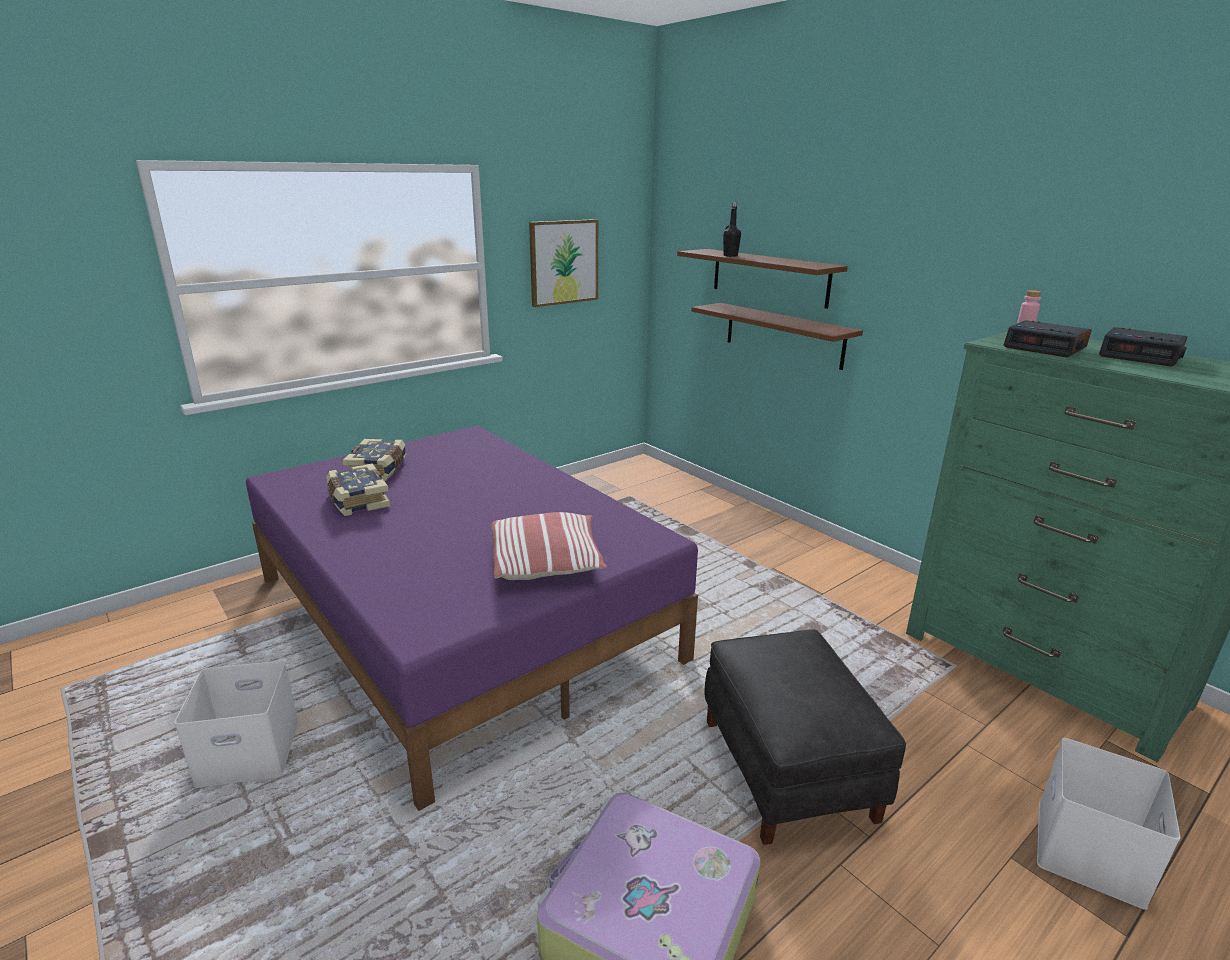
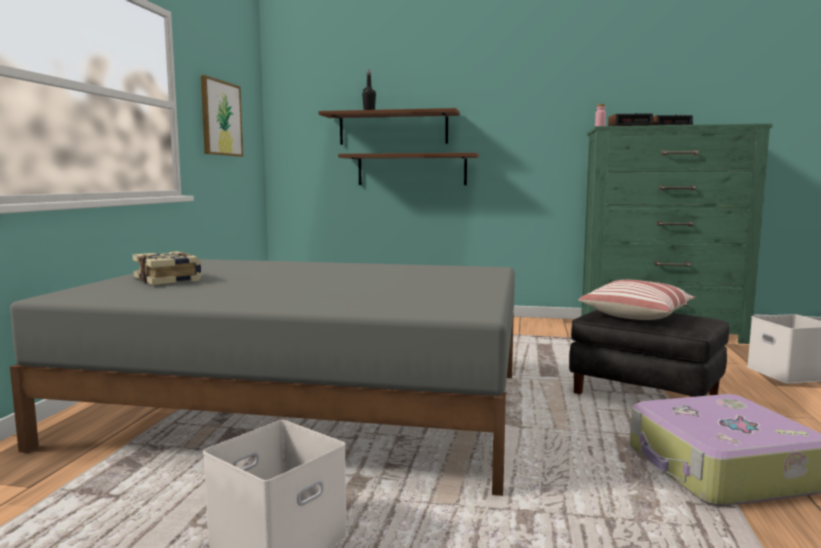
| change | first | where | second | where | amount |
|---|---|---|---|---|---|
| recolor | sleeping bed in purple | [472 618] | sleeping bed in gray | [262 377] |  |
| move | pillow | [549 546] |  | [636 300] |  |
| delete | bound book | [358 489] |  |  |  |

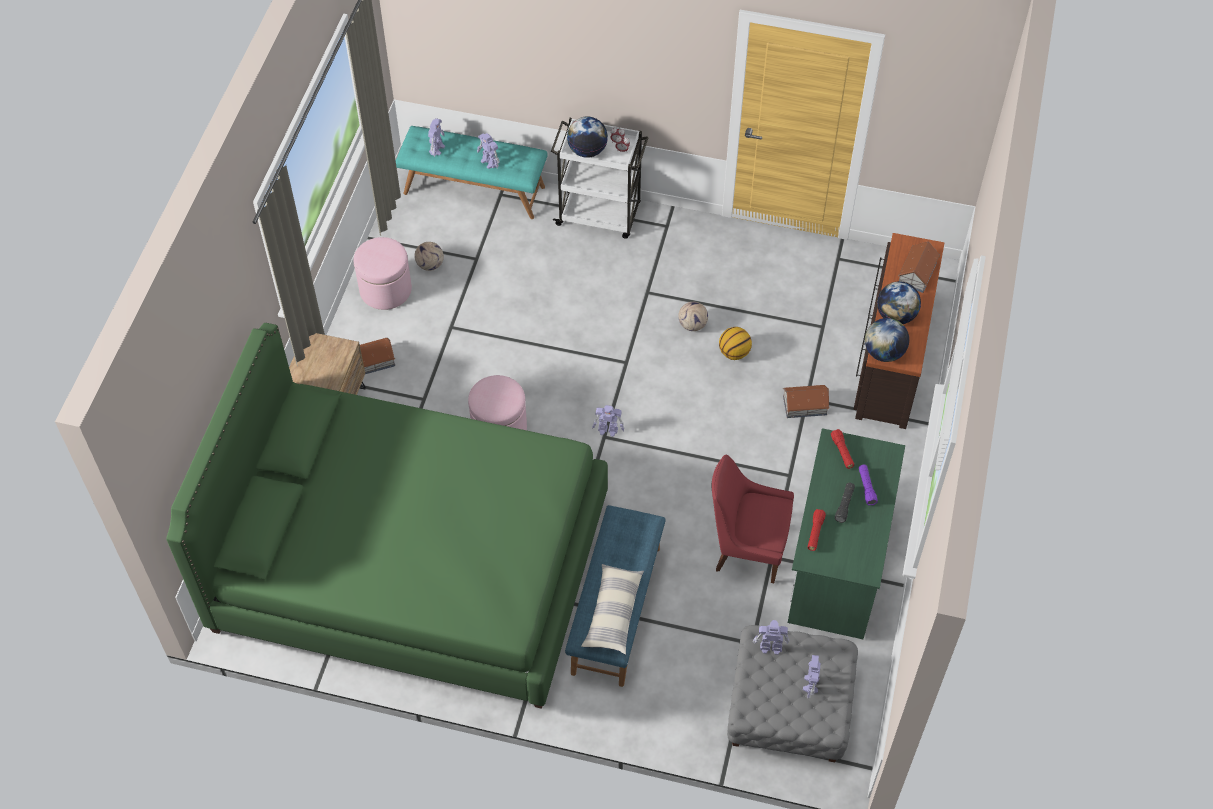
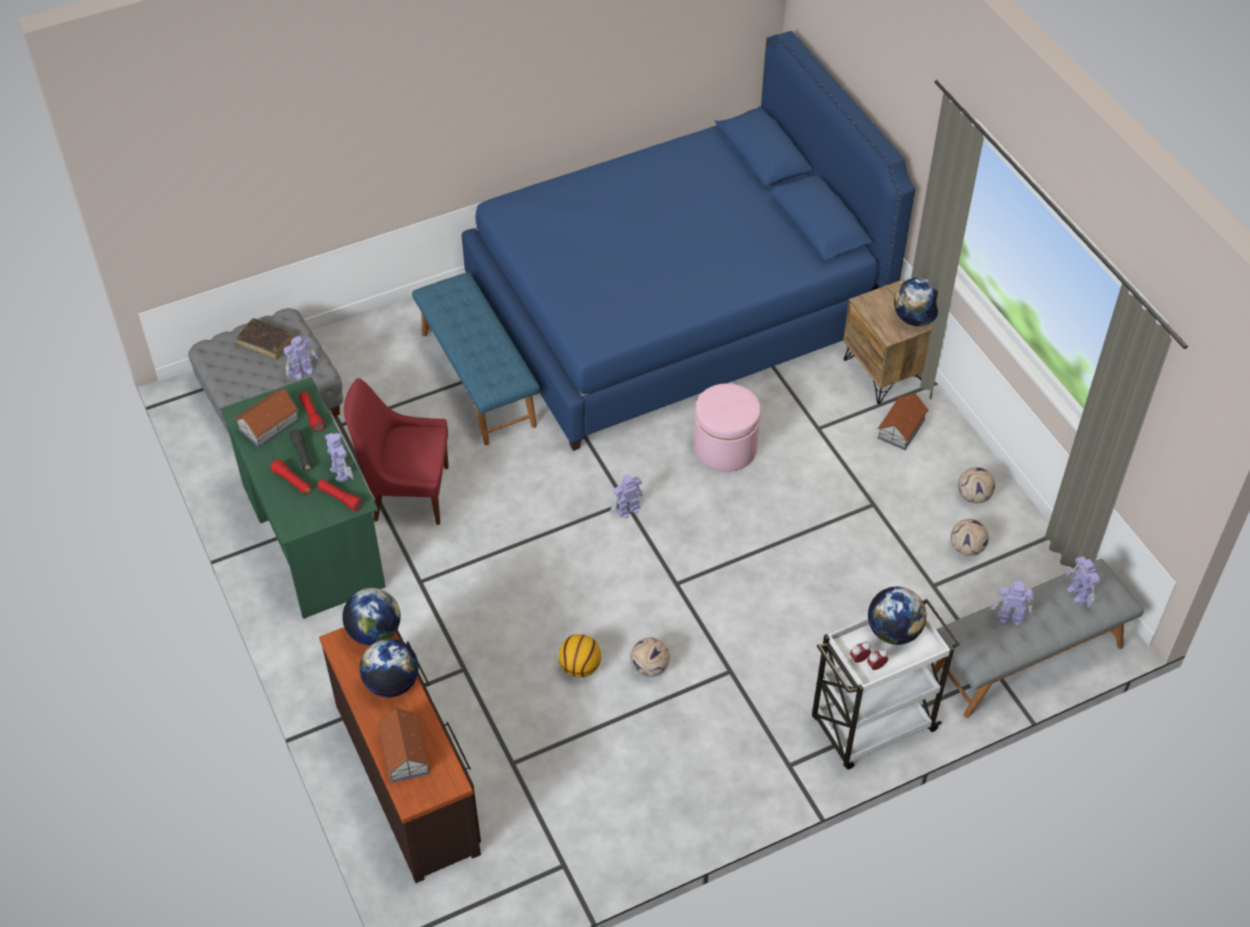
| change | first | where | second | where | amount |
|---|---|---|---|---|---|
| move | miniature house | [806 401] |  | [266 418] |  |
| insert |  |  | bound book in brownish | [265 339] |  |
| recolor | hand torch in purple | [868 485] | hand torch in red-coloured | [291 477] |  |
| move | toy robot | [812 677] |  | [339 457] |  |
| rotate | plain chair in red-coloured | [753 519] |  | [396 451] | 150 degrees counterclockwise |
| recolor | sleeping bed in greenish | [387 516] | sleeping bed in bluish | [688 241] |  |
| insert |  |  | globe | [916 301] |  |
| recolor | bench in blue-green | [472 172] | bench in gray | [1038 638] |  |
| replace | footrest in pinkish | [382 273] | football ball | [976 485] |  |
| delete | pillow | [612 609] |  |  |  |

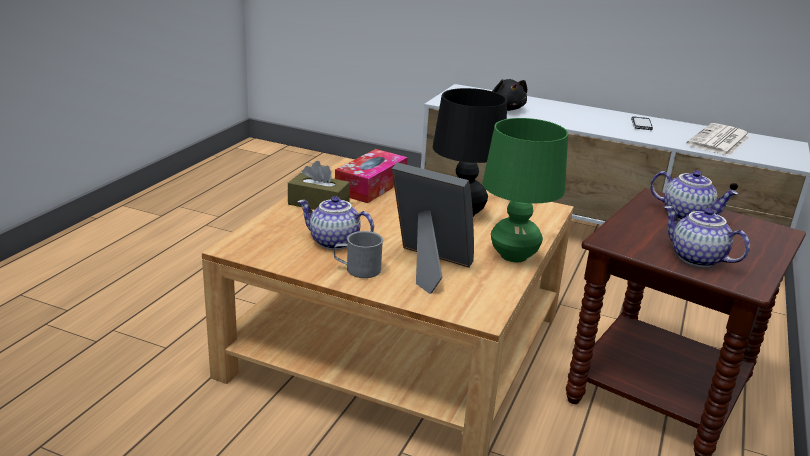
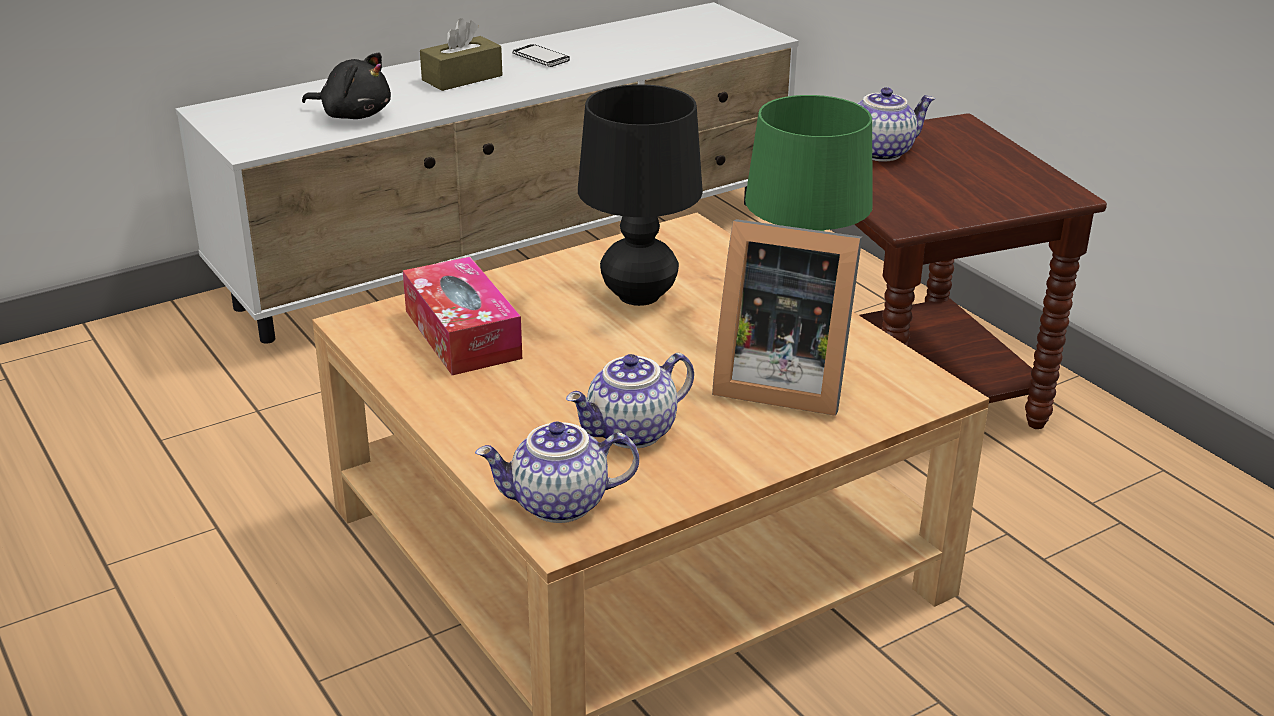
| change | first | where | second | where | amount |
|---|---|---|---|---|---|
| move | tissue box in brownish | [319 185] |  | [461 54] |  |
| move | pot for tea | [707 236] |  | [557 472] |  |
| rotate | picture frame | [433 228] |  | [787 317] | 135 degrees counterclockwise |
| delete | tea mug in gray | [358 254] |  |  |  |
| delete | daily paper | [719 139] |  |  |  |

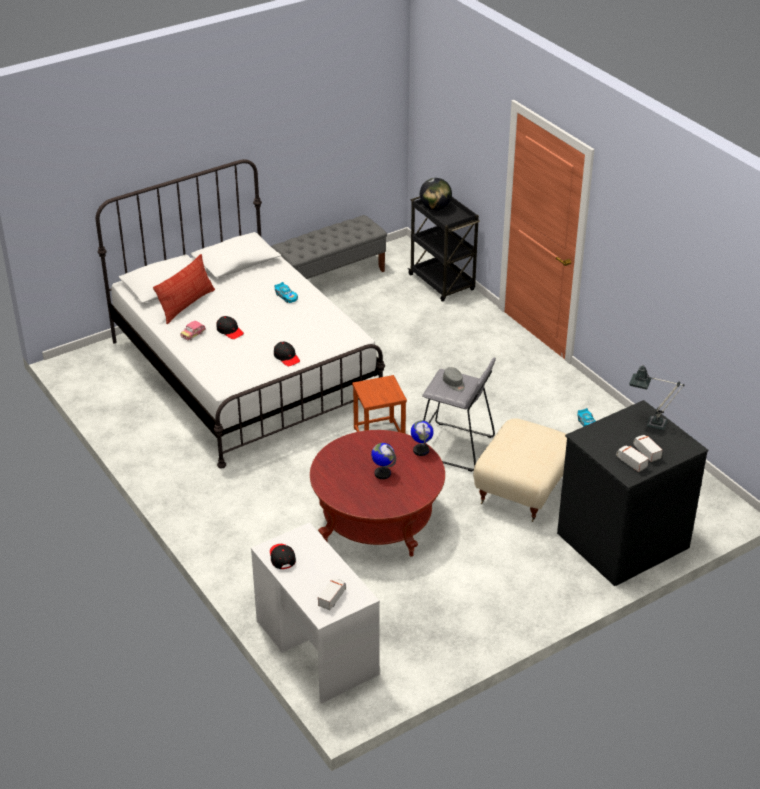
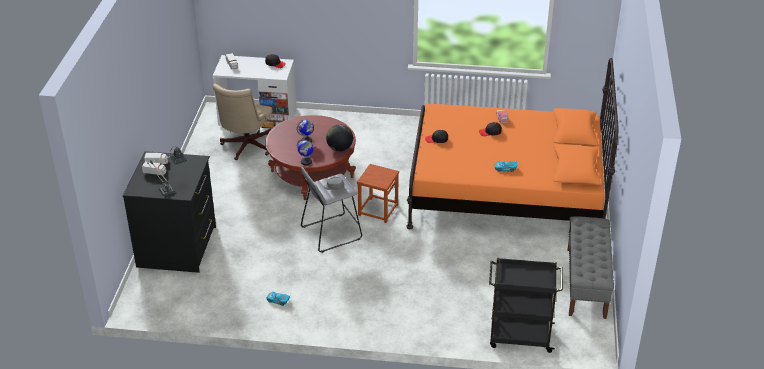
| change | first | where | second | where | amount |
|---|---|---|---|---|---|
| insert |  |  | computer chair in beige | [242 122] |  |
| move | globe | [436 194] |  | [339 137] |  |
| recolor | sleeping bed in whitish | [240 314] | sleeping bed in orangey | [512 143] |  |
| delete | pillow | [184 289] |  |  |  |
| delete | footrest in beige | [520 470] |  |  |  |

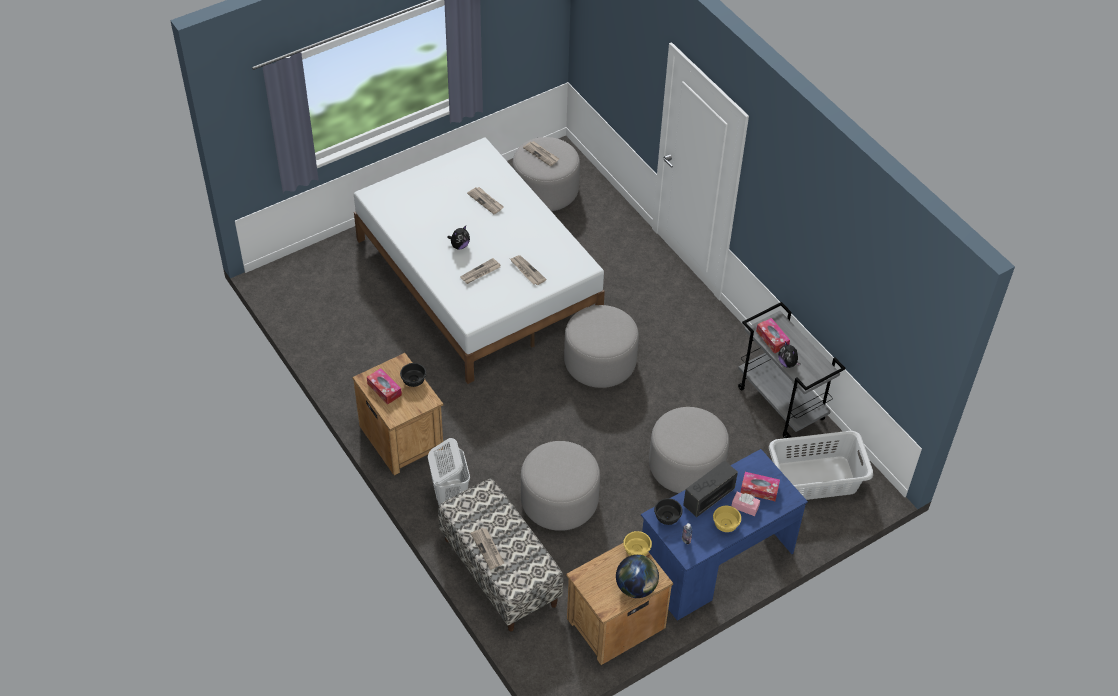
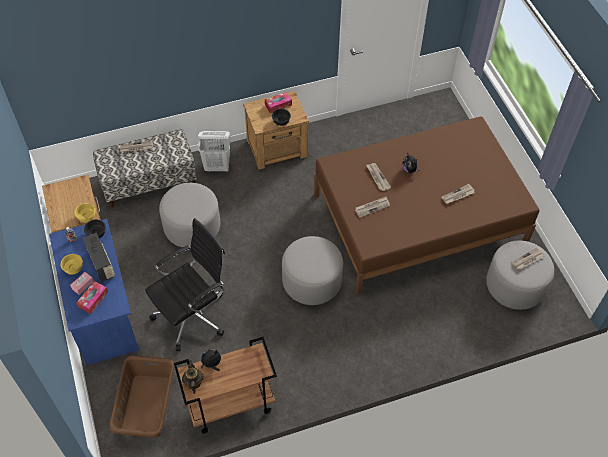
| change | first | where | second | where | amount |
|---|---|---|---|---|---|
| recolor | laundry basket in gray | [821 465] | laundry basket in brownish | [142 396] |  |
| replace | footrest in gray | [689 450] | computer chair in blackish | [185 284] |  |
| recolor | cart in gray | [791 370] | cart in brownish | [225 385] |  |
| insert |  |  | pot for tea | [193 377] |  |
| recolor | sleeping bed in whitish | [479 261] | sleeping bed in brownish | [427 205] |  |
| delete | globe | [637 576] |  |  |  |
| delete | tissue box | [773 336] |  |  |  |

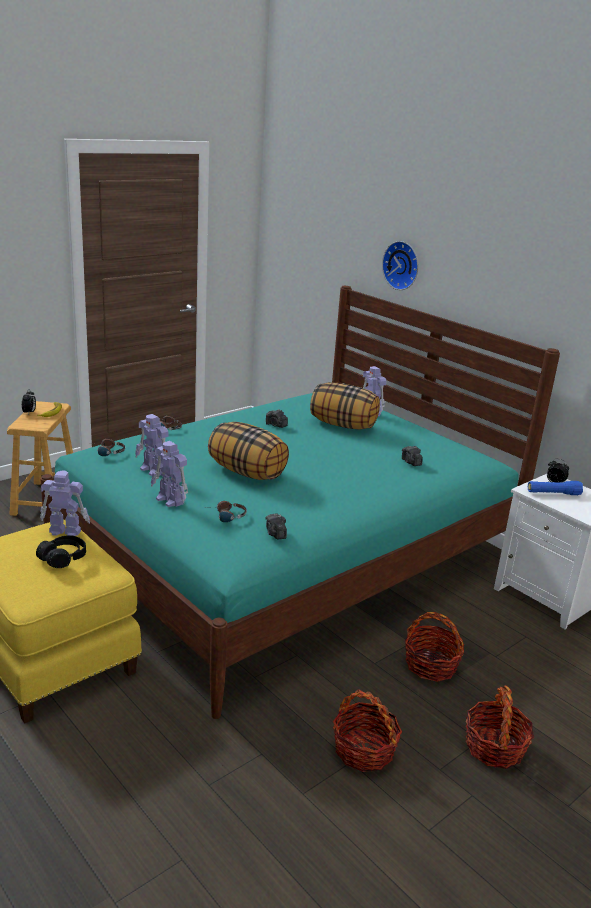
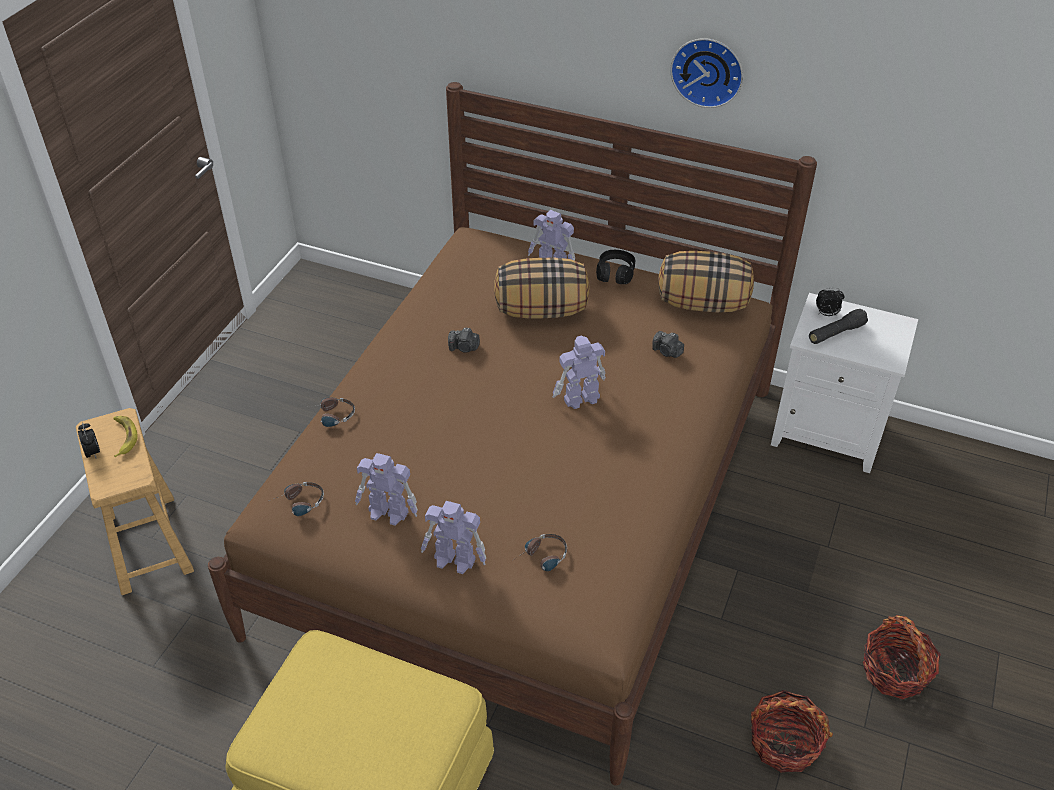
| change | first | where | second | where | amount |
|---|---|---|---|---|---|
| recolor | sleeping bed in blue-green | [300 502] | sleeping bed in brownish | [512 434] |  |
| move | toy robot | [65 503] |  | [579 372] |  |
| move | headset in blackish | [61 551] |  | [615 267] |  |
| move | pillow | [248 451] |  | [706 281] |  |
| move | wall clock | [400 265] |  | [706 73] |  |
| recolor | hand torch in bluish | [555 488] | hand torch in blackish | [838 326] |  |
| delete | photo camera | [276 526] |  |  |  |
| delete | household basket | [434 647] |  |  |  |

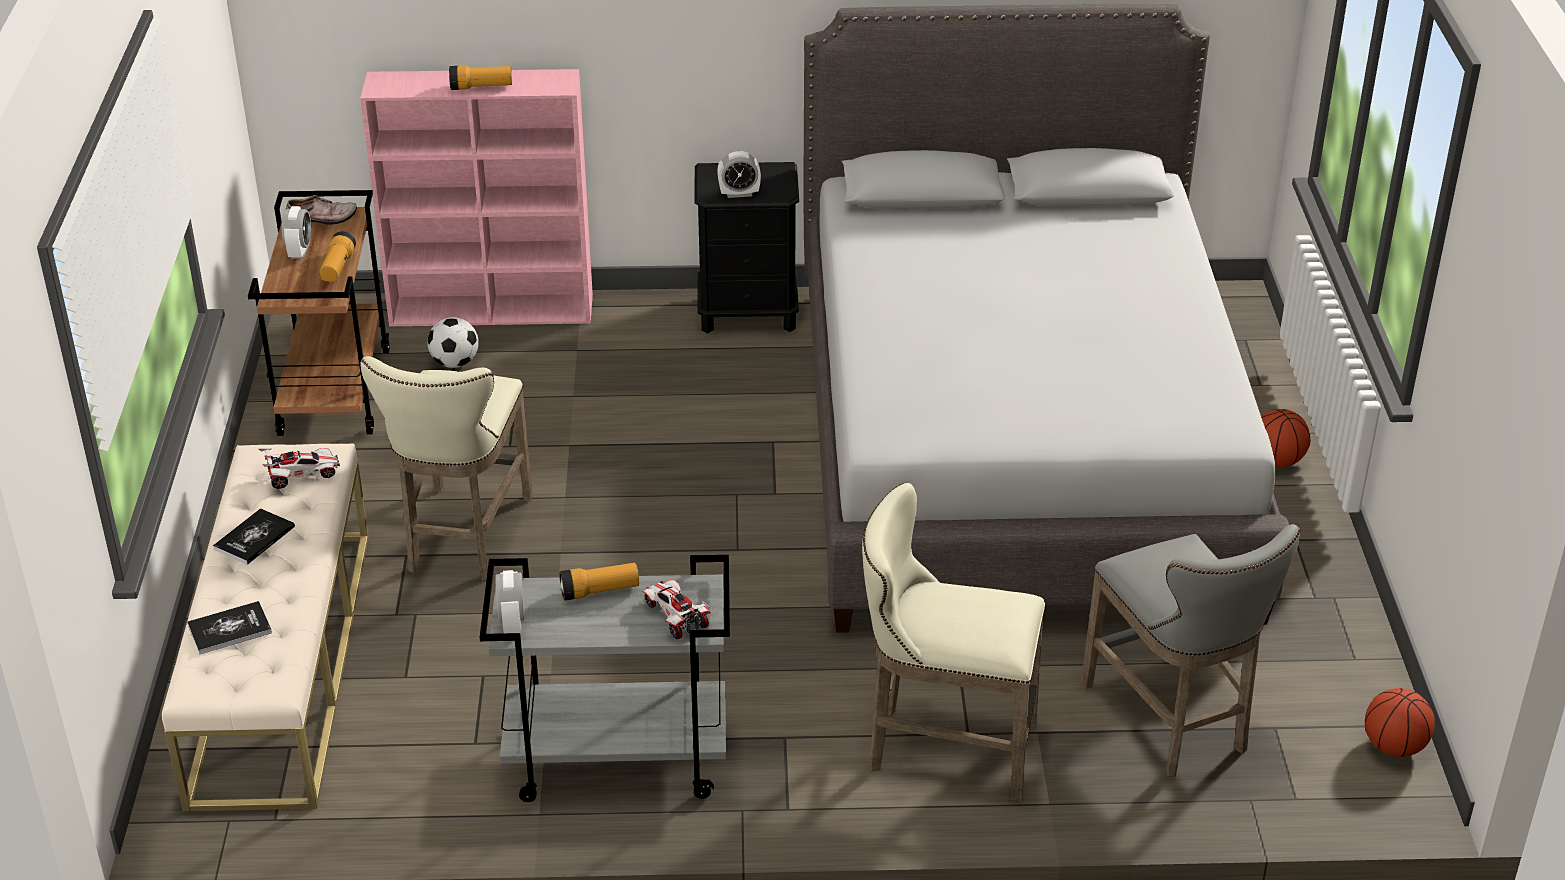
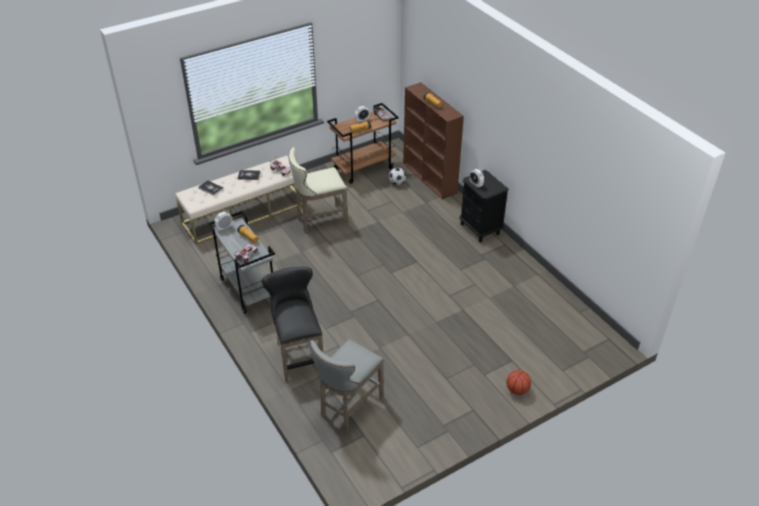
| change | first | where | second | where | amount |
|---|---|---|---|---|---|
| recolor | sitting stool in beige | [953 642] | sitting stool in blackish | [292 325] |  |
| recolor | bookcase in pinkish | [476 197] | bookcase in brownish | [433 140] |  |
| delete | sleeping bed in gray | [1046 318] |  |  |  |
| delete | basketball | [1400 722] |  |  |  |

